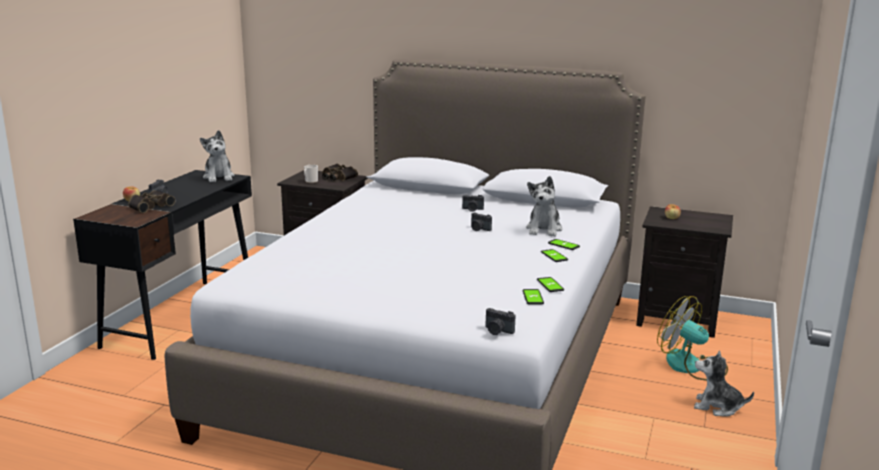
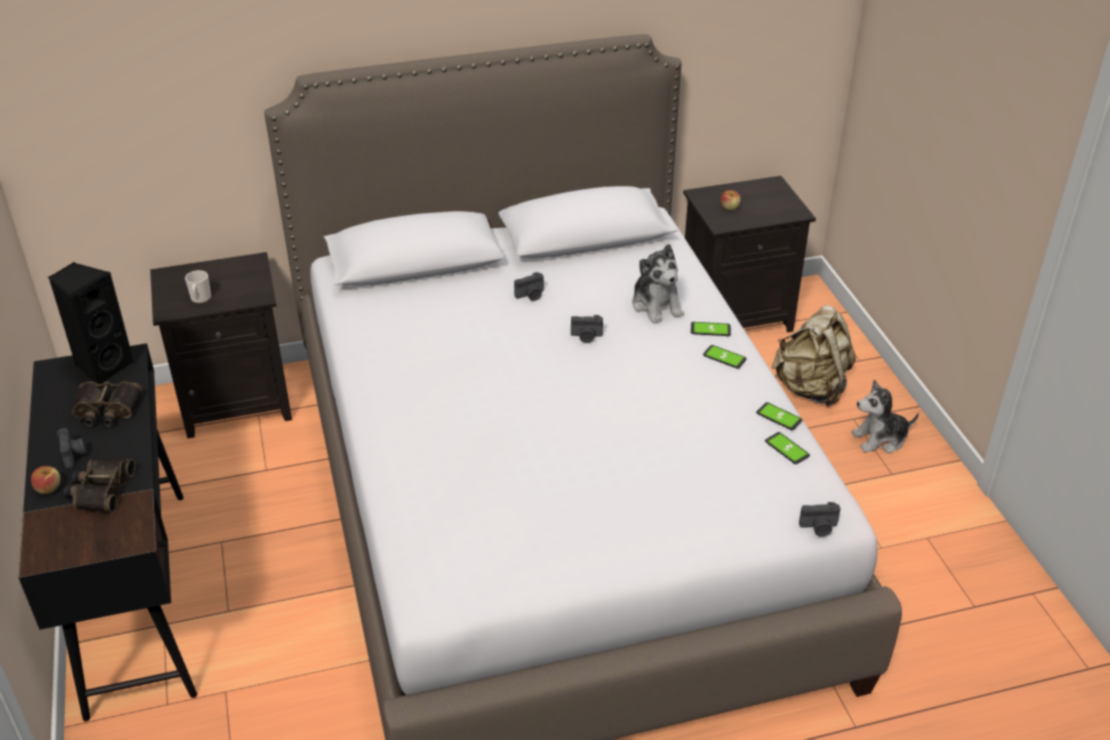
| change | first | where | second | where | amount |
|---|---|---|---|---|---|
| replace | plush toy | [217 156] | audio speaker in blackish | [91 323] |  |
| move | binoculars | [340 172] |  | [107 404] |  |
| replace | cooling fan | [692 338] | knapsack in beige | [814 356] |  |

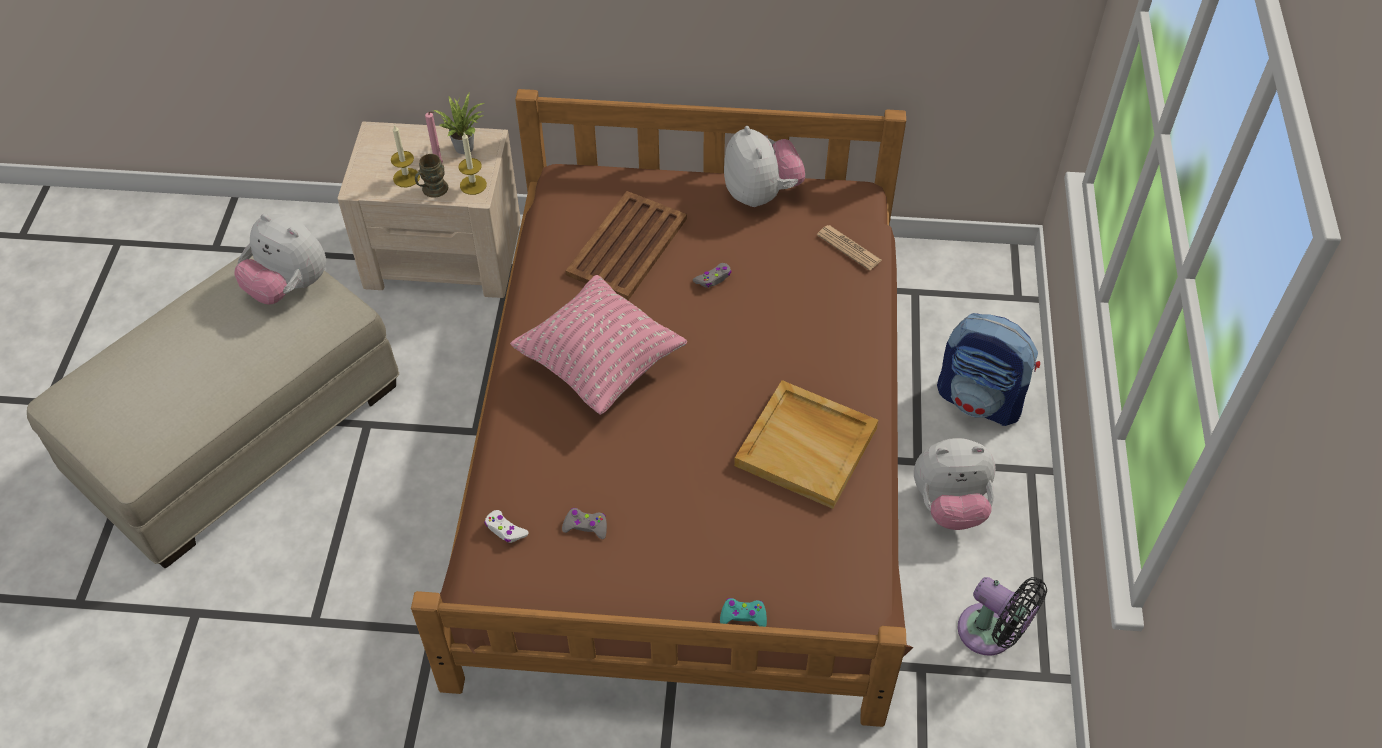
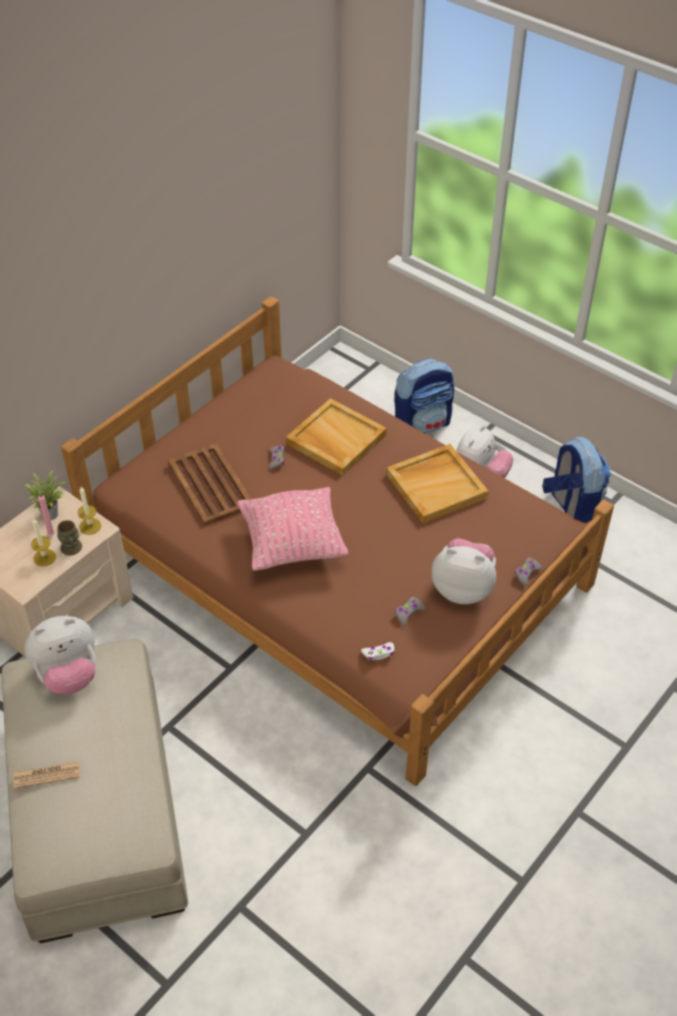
| change | first | where | second | where | amount |
|---|---|---|---|---|---|
| move | daily paper | [849 247] |  | [46 775] |  |
| insert |  |  | serving tray in beige | [336 437] |  |
| move | plush toy | [764 166] |  | [463 571] |  |
| recolor | joypad in blue-green | [743 612] | joypad in gray | [528 571] |  |
| replace | cooling fan in blackish | [1002 616] | knapsack | [576 480] |  |

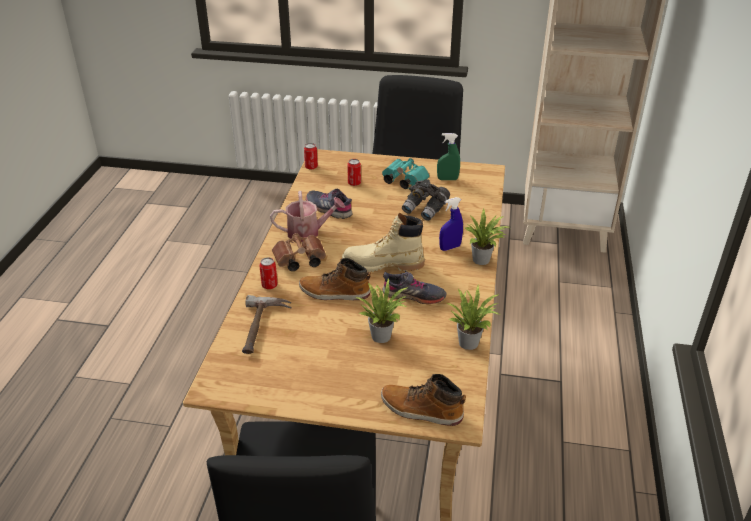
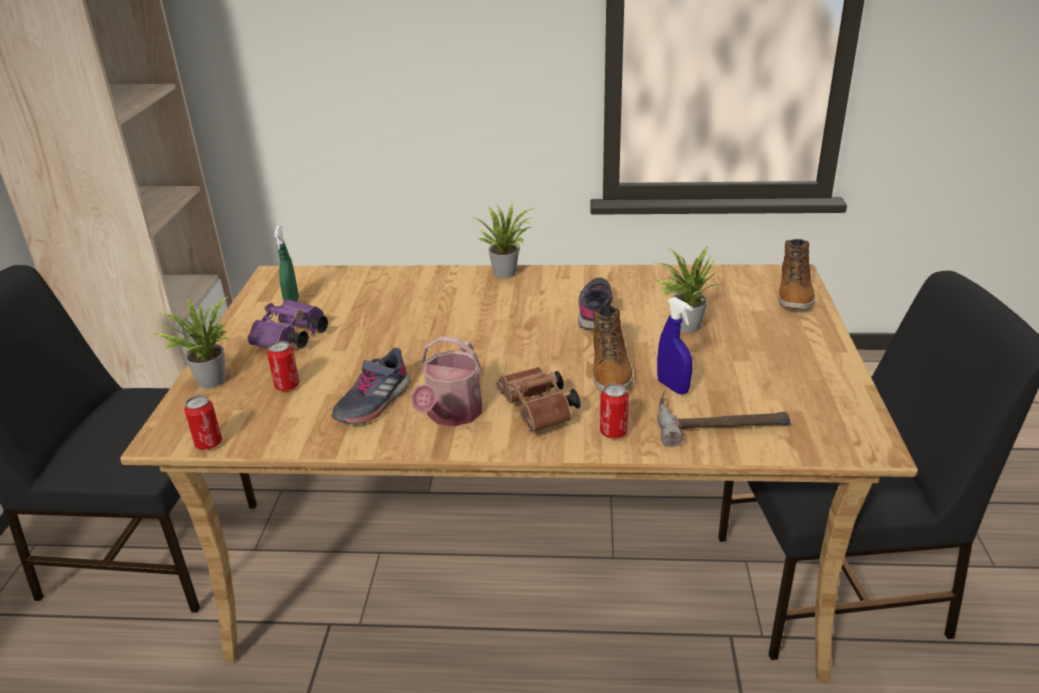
| change | first | where | second | where | amount |
|---|---|---|---|---|---|
| move | potted plant | [472 317] |  | [192 342] |  |
| recolor | binoculars in blue-green | [406 173] | binoculars in purple | [288 324] |  |
| rotate | sprinkling can | [307 216] |  | [446 381] | 150 degrees counterclockwise |
| move | hand sprayer in bluish | [451 224] |  | [675 346] |  |
| delete | tall boot in beige | [383 242] |  |  |  |
| delete | binoculars in gray | [426 200] |  |  |  |

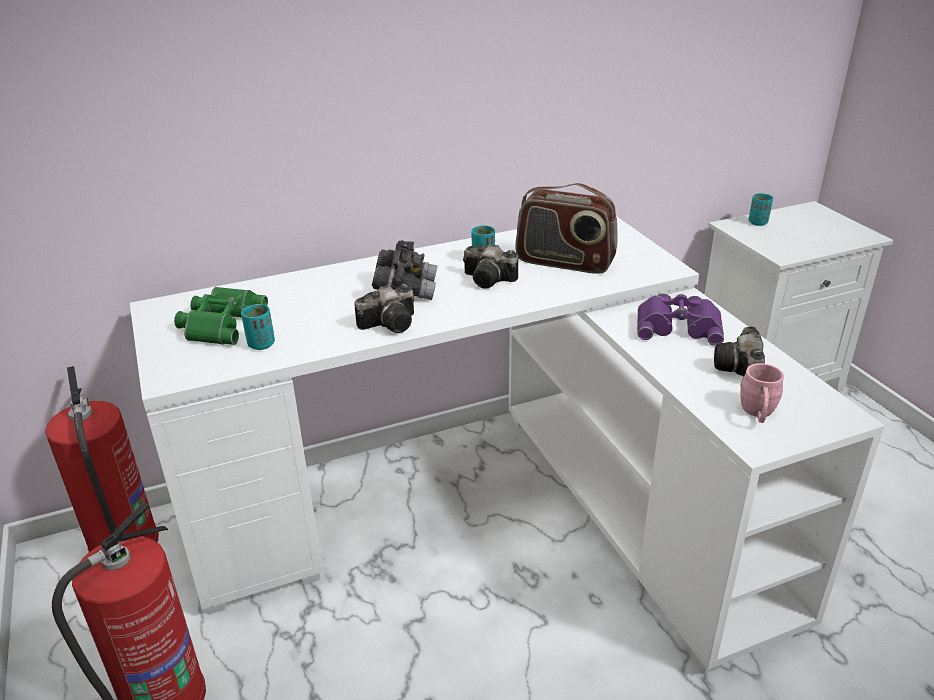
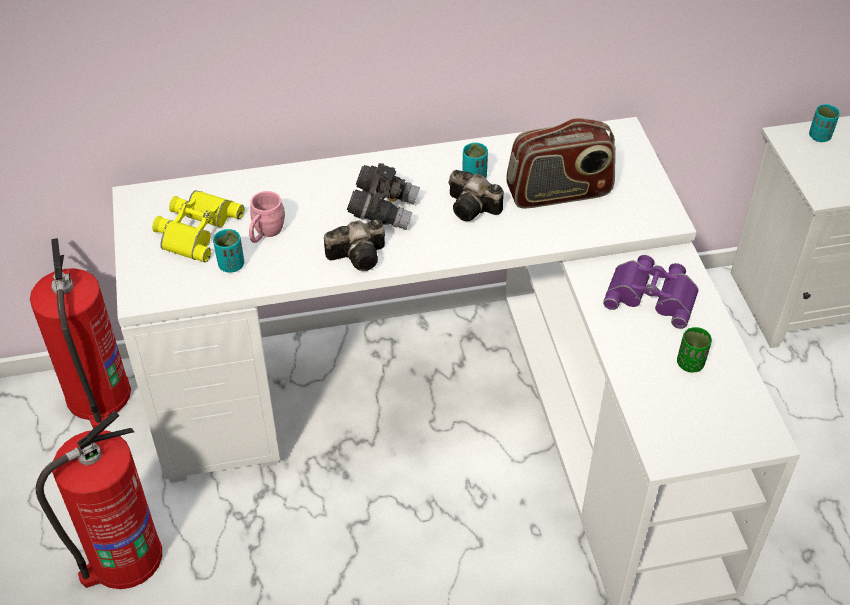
| change | first | where | second | where | amount |
|---|---|---|---|---|---|
| recolor | binoculars in greenish | [221 316] | binoculars in yellow | [198 226] |  |
| move | tea mug in pinkish | [762 393] |  | [267 217] |  |
| rotate | radio set | [567 228] |  | [561 163] | 45 degrees counterclockwise |
| replace | photo camera | [739 351] | drinking cup in greenish | [694 350] |  |

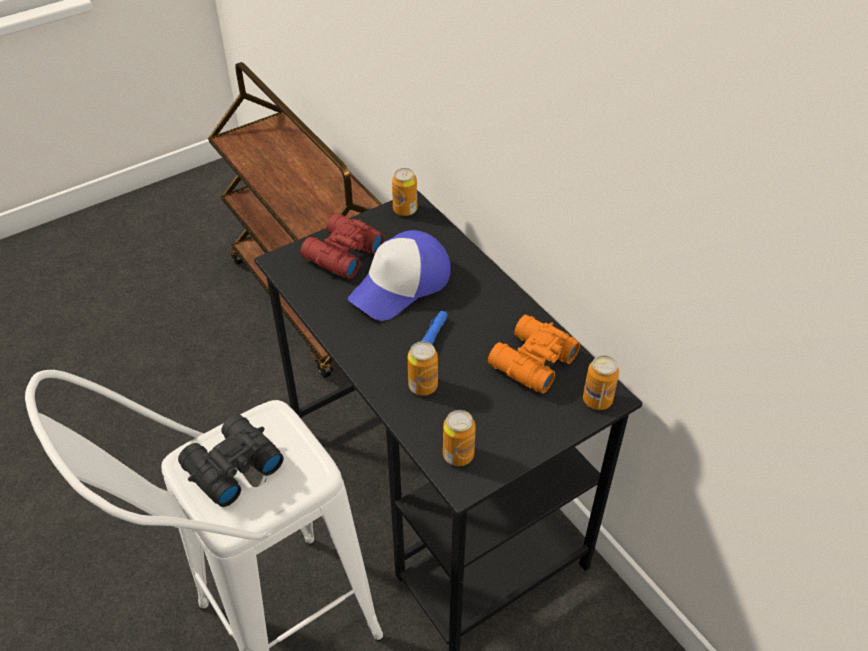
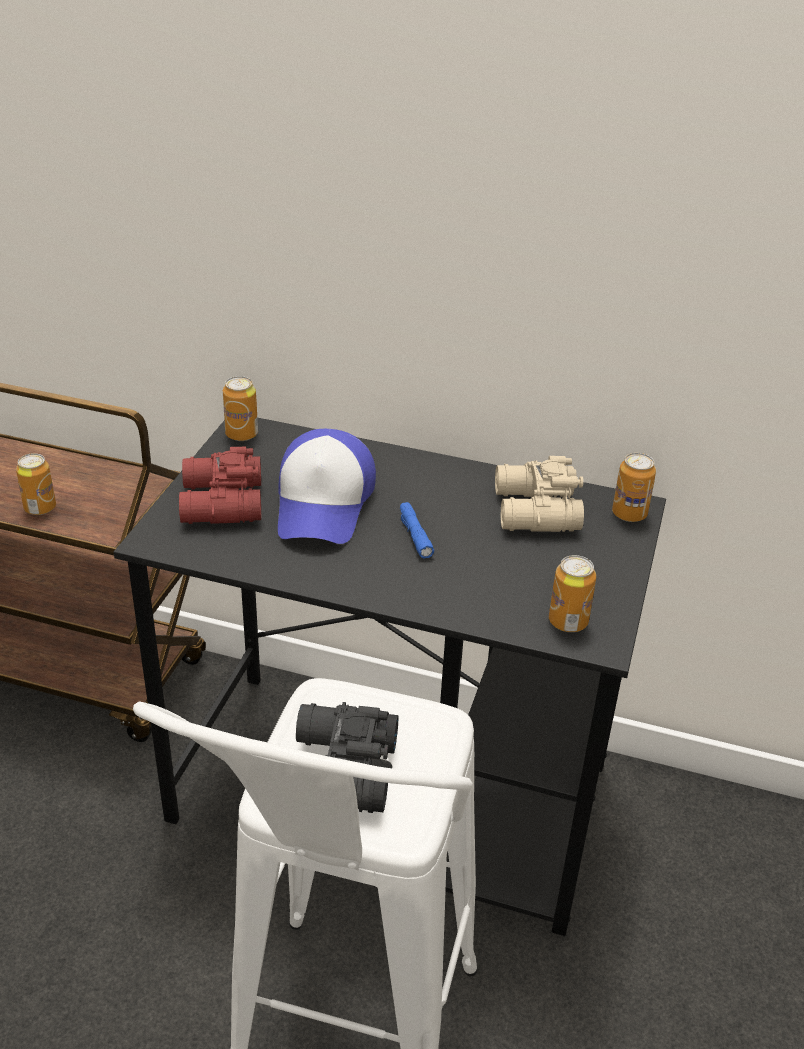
| change | first | where | second | where | amount |
|---|---|---|---|---|---|
| move | can | [423 368] |  | [36 484] |  |
| recolor | binoculars in orangey | [534 354] | binoculars in beige | [539 494] |  |

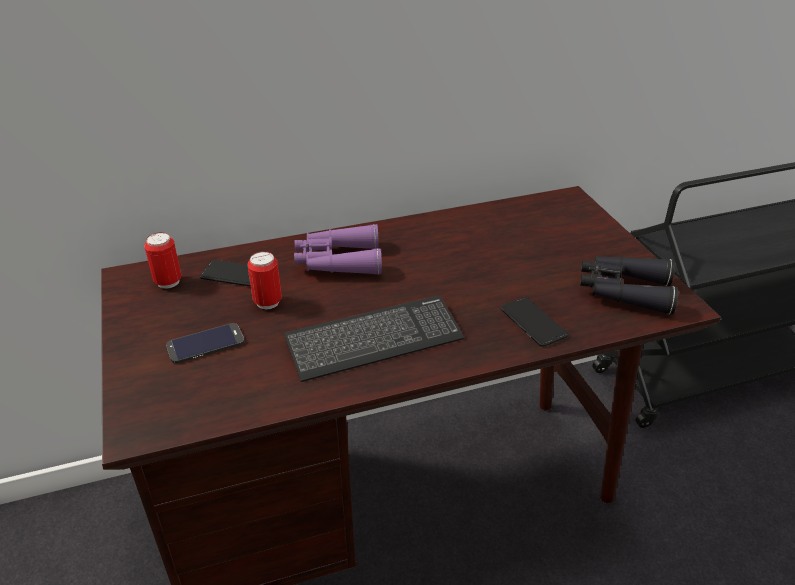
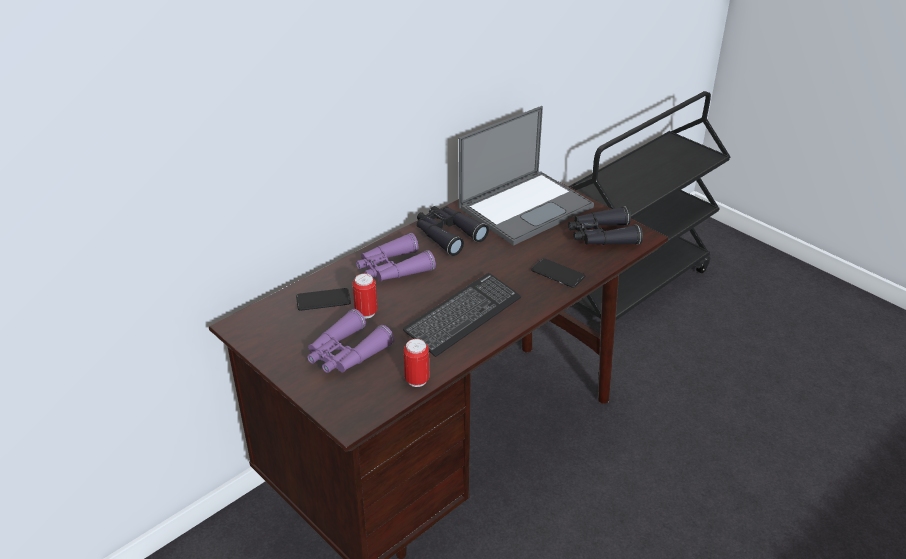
| change | first | where | second | where | amount |
|---|---|---|---|---|---|
| replace | telephone | [205 343] | binoculars in purple | [351 341] |  |
| move | can | [163 260] |  | [417 363] |  |
| insert |  |  | binoculars in blackish | [452 231] |  |
| insert |  |  | laptop | [526 176] |  |

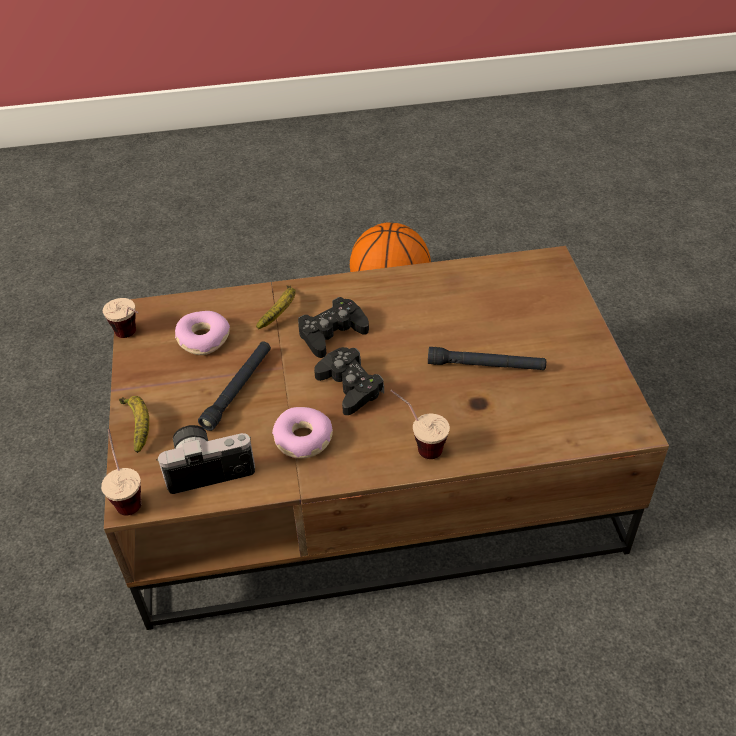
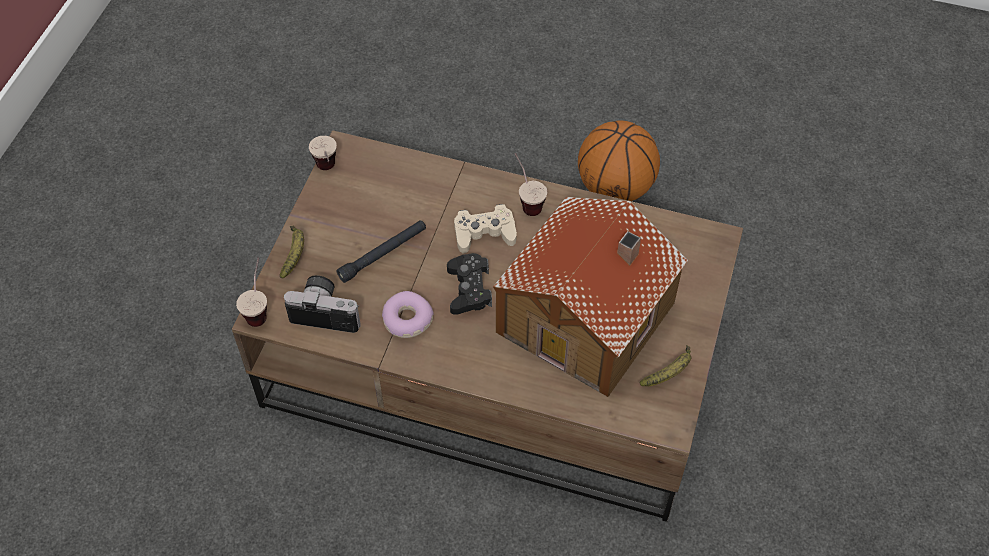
| change | first | where | second | where | amount |
|---|---|---|---|---|---|
| recolor | joypad in blackish | [333 327] | joypad in beige | [485 228] |  |
| replace | hand torch in blackish | [487 358] | miniature house | [590 297] |  |
| move | drinking cup | [420 424] |  | [531 184] |  |
| move | banana | [276 307] |  | [665 365] |  |
| delete | doughnut | [202 333] |  |  |  |

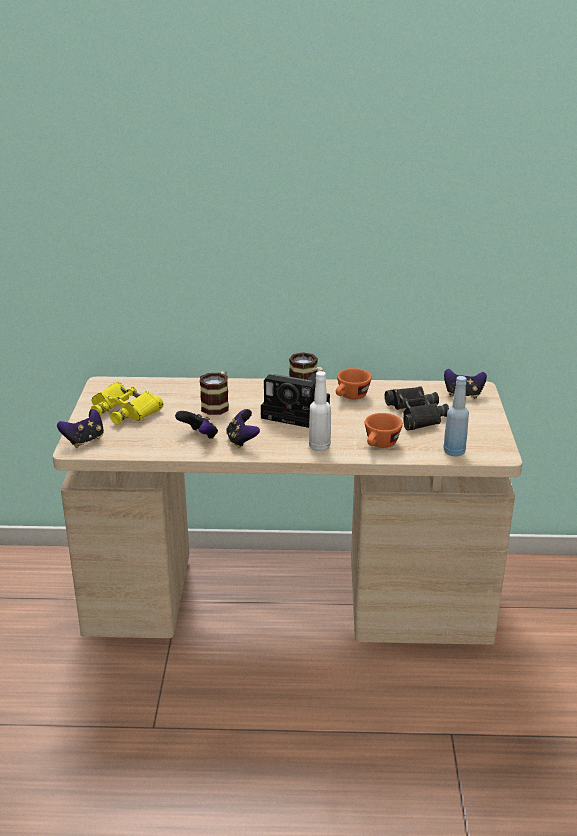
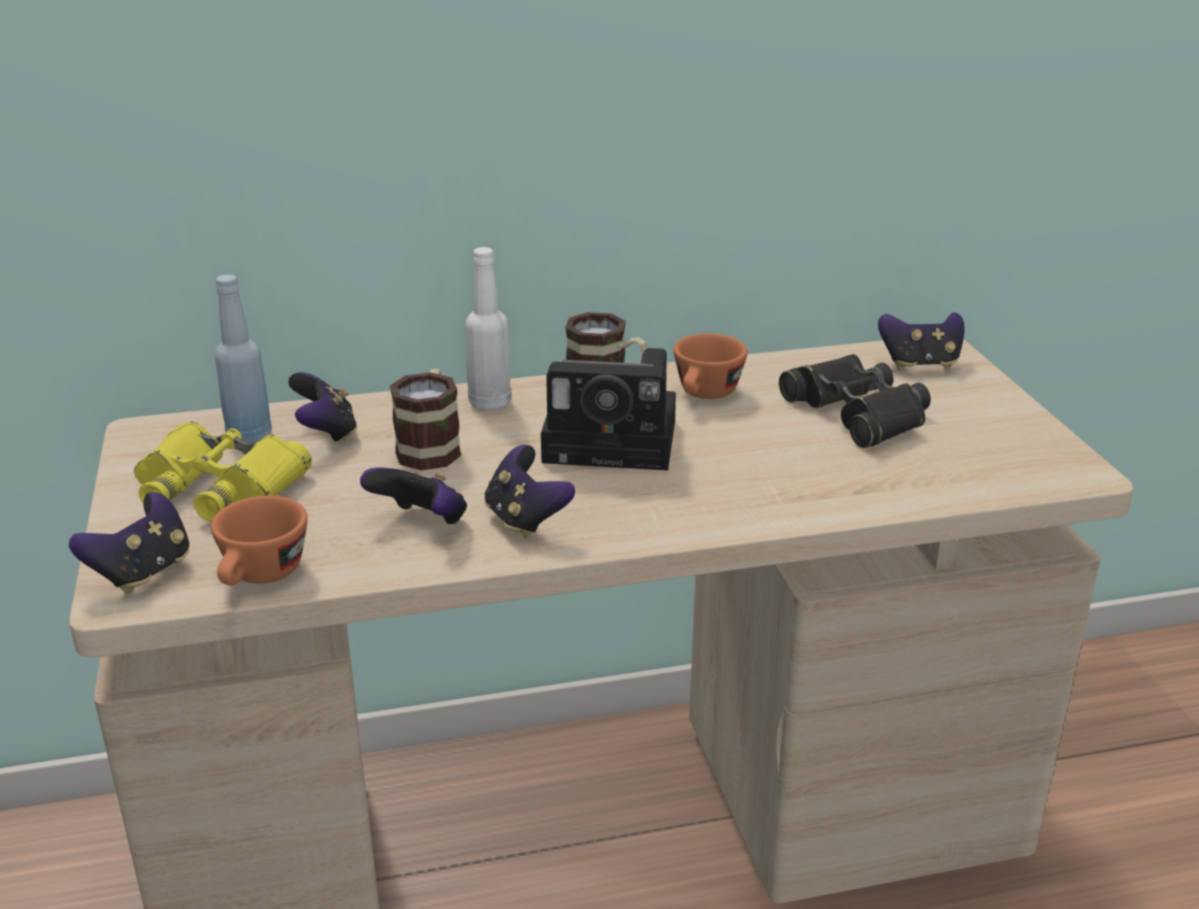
| change | first | where | second | where | amount |
|---|---|---|---|---|---|
| move | drinking cup in orangey | [384 430] |  | [259 540] |  |
| move | drink bottle in bluish | [456 416] |  | [243 358] |  |
| insert |  |  | joypad | [322 408] |  |
| move | drink bottle in whitish | [320 411] |  | [488 329] |  |

